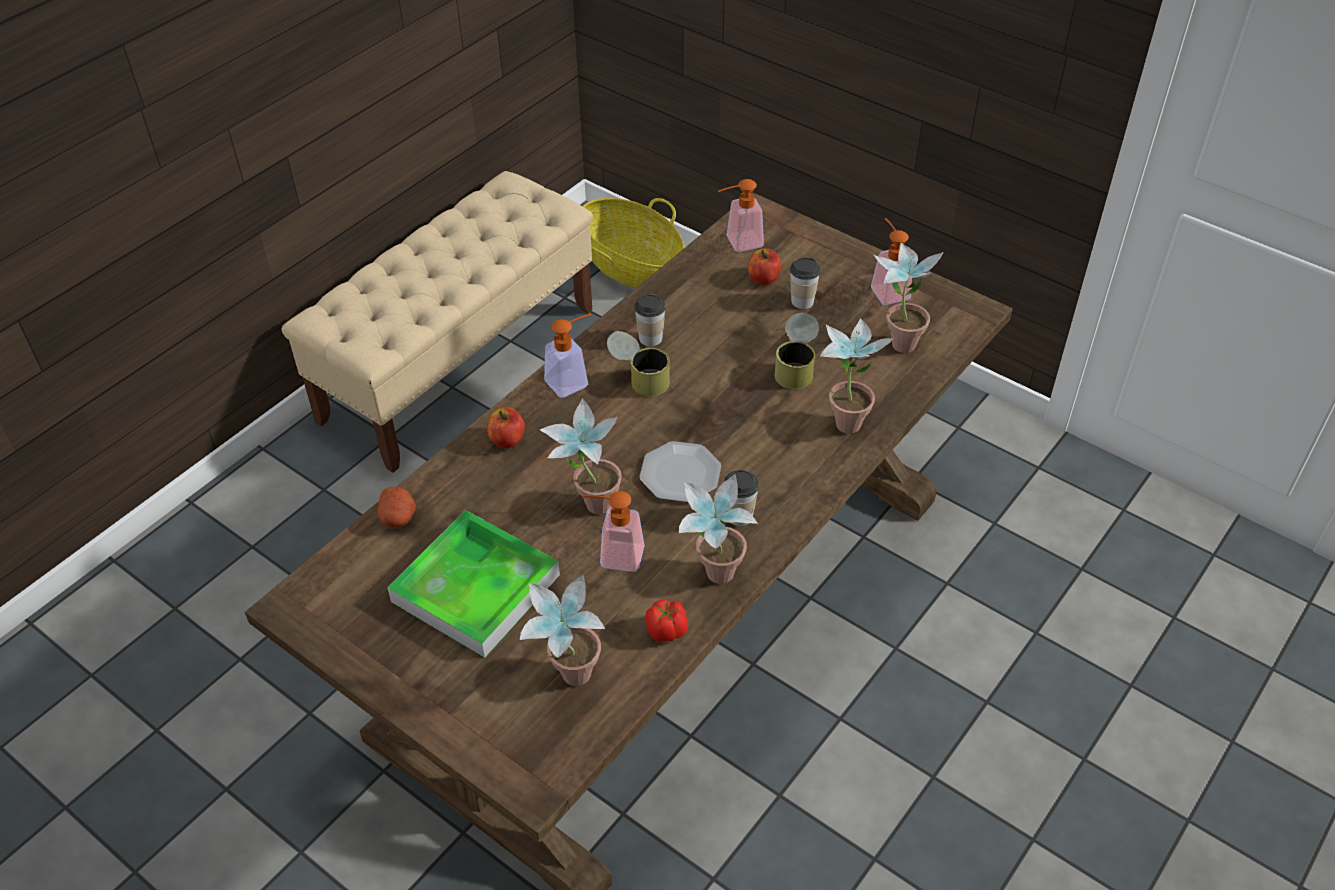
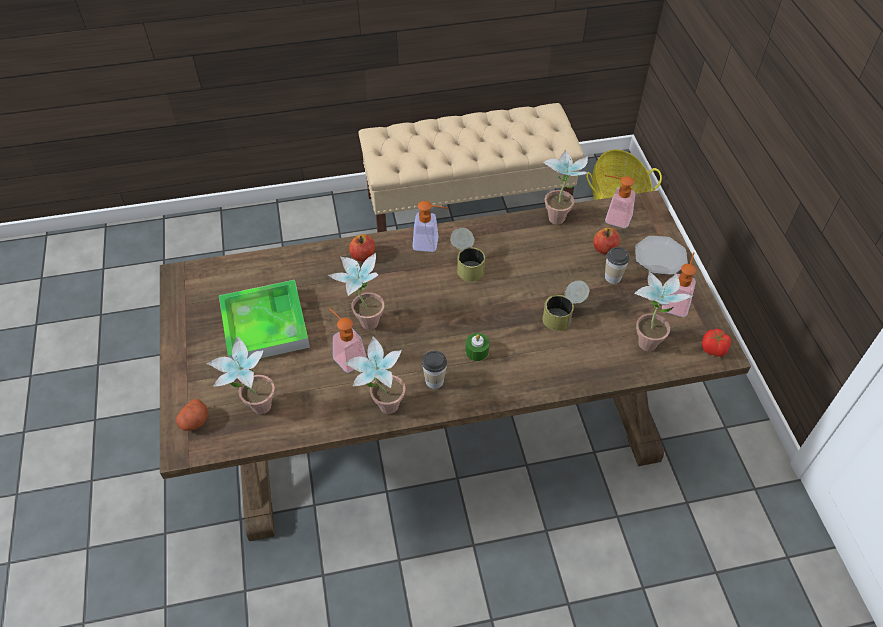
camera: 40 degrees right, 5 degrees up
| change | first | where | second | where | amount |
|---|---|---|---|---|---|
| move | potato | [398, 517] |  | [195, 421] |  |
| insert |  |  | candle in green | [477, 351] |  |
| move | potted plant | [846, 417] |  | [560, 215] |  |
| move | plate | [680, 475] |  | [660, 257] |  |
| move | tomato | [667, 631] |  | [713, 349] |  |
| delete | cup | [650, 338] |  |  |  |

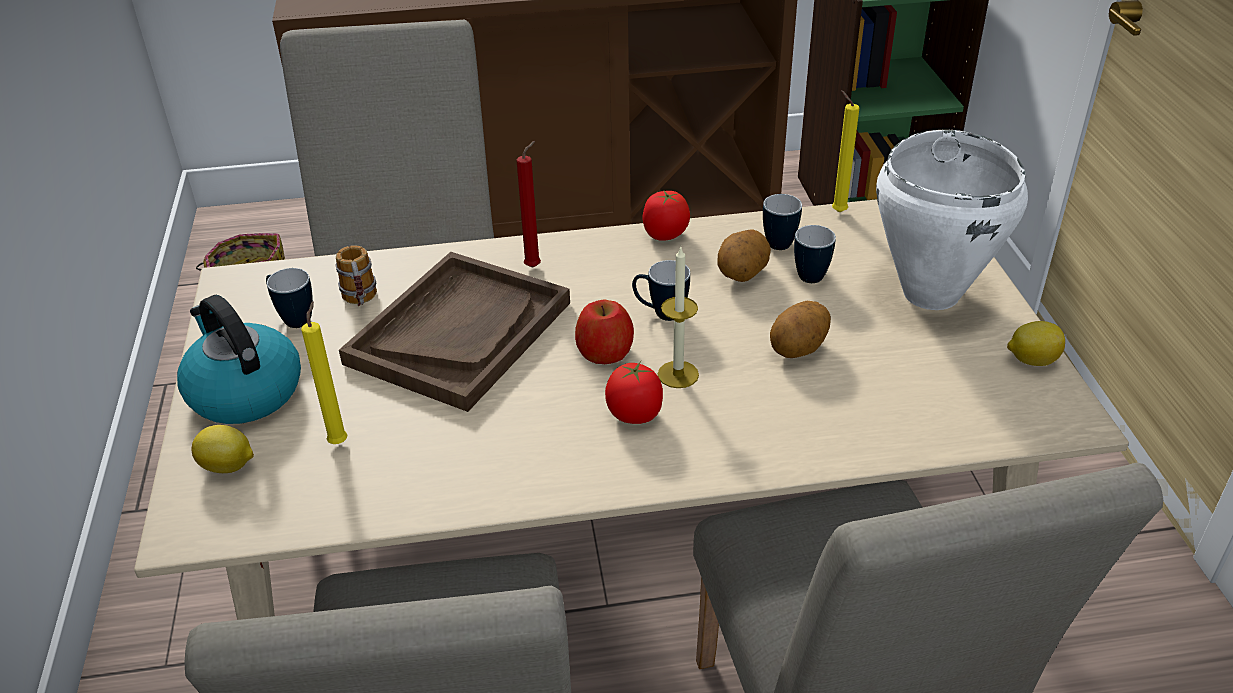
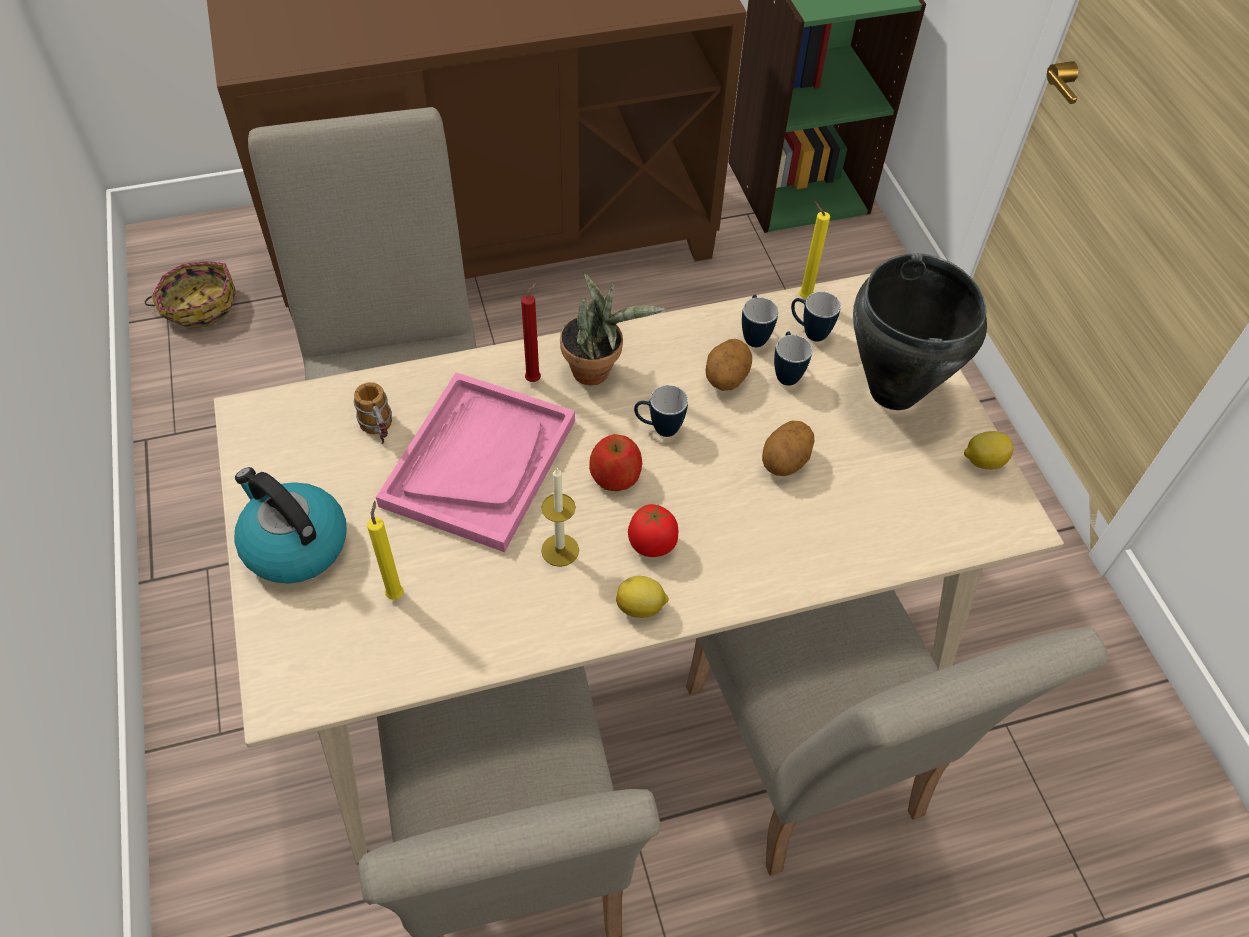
camera: 10 degrees left, 15 degrees up
| change | first | where | second | where | amount |
|---|---|---|---|---|---|
| recolor | tray in brown | [459, 332] | tray in pink | [479, 462] |  |
| move | candle | [678, 374] |  | [560, 550] |  |
| insert |  |  | potted plant | [597, 370] |  |
| move | lemon | [228, 467] |  | [641, 607] |  |
| move | mug | [292, 318] |  | [809, 332] |  |
| recolor | cooking pot in white | [929, 294] | cooking pot in black | [893, 392] |  |
| delete | tomato | [665, 234] |  |  |  |

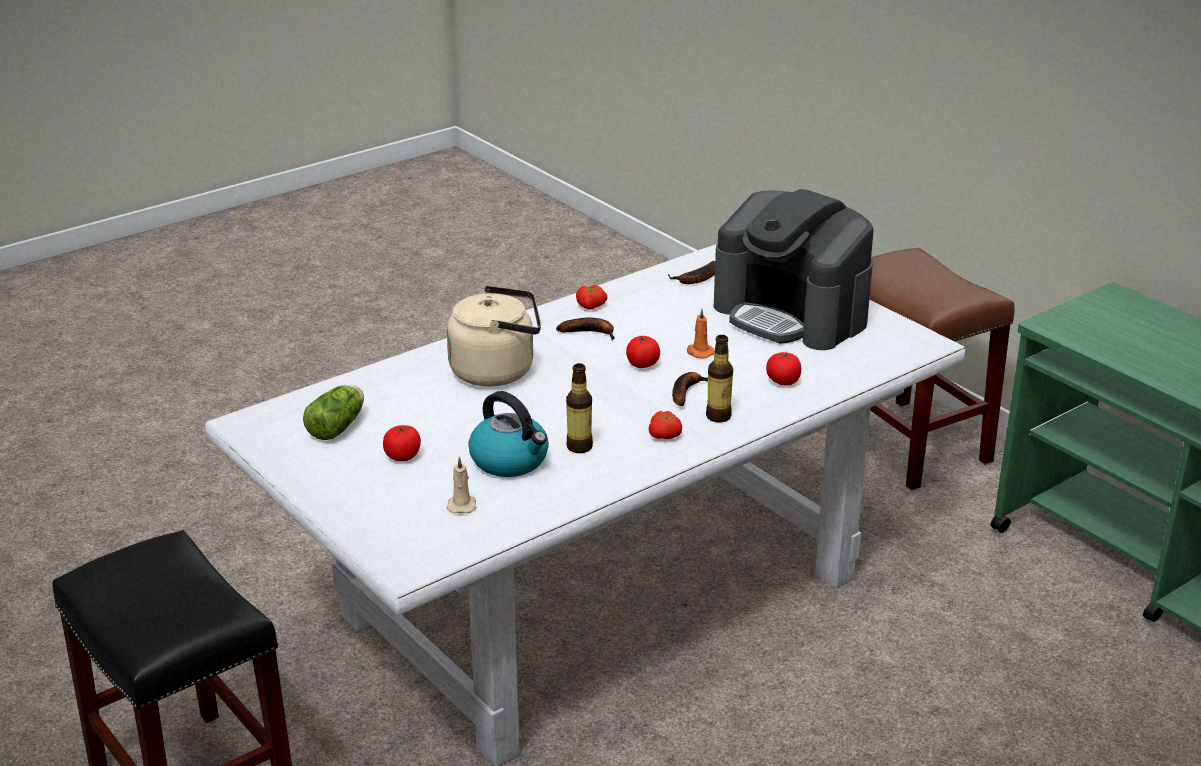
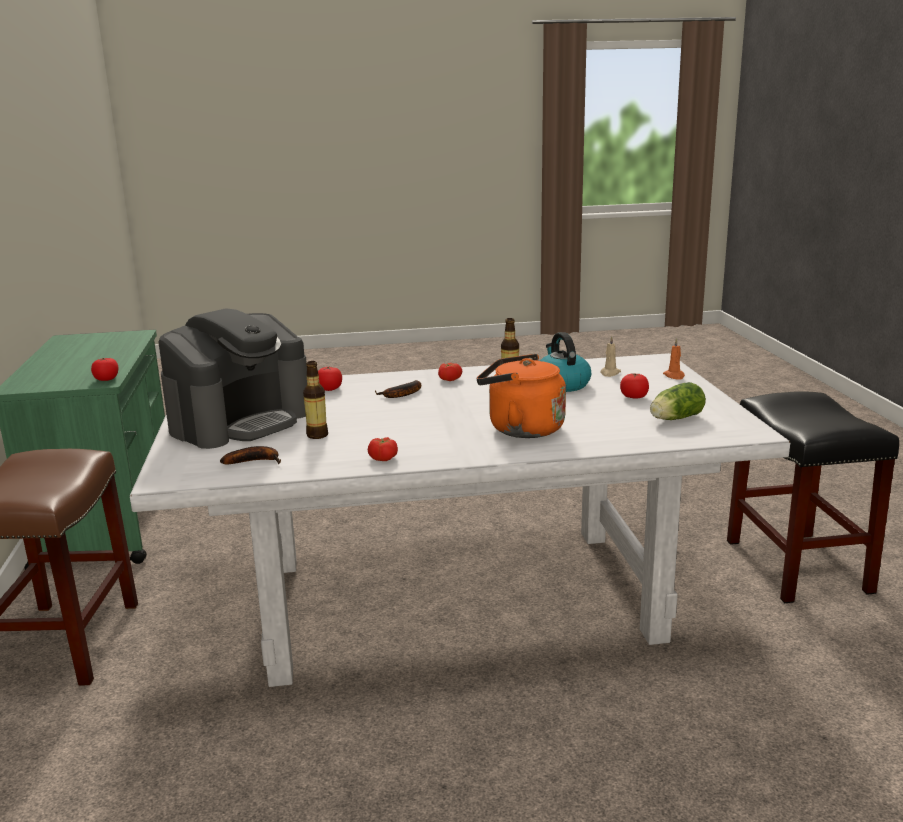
camera: 150 degrees left, 10 degrees down
| change | first | where | second | where | amount |
|---|---|---|---|---|---|
| move | tomato | [642, 364] |  | [106, 379] |  |
| rotate | coffee machine | [792, 314] |  | [240, 421] | 60 degrees clockwise |
| move | bottle | [718, 416] |  | [317, 435] |  |
| recolor | kettle in beige | [498, 371] | kettle in orange | [521, 429] |  |
| move | candle in orange | [699, 352] |  | [674, 376] |  |
| delete | banana | [590, 332] |  |  |  |

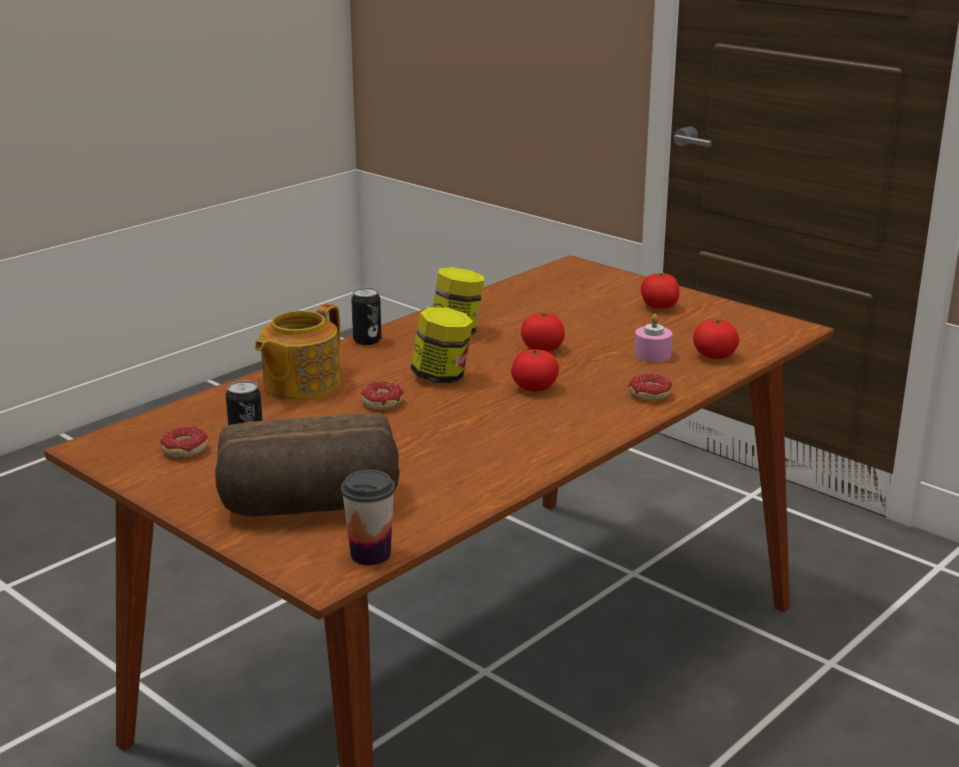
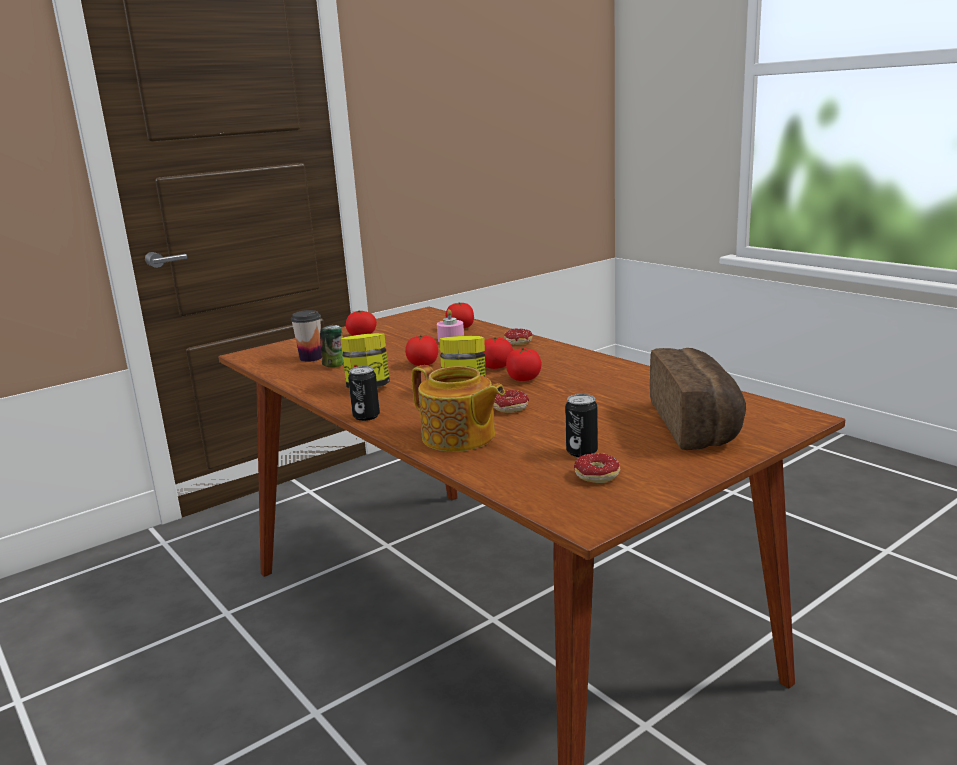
camera: 80 degrees left, 5 degrees down
| change | first | where | second | where | amount |
|---|---|---|---|---|---|
| move | cup | [370, 554] |  | [311, 358] |  |
| insert |  |  | can | [335, 365] |  |
| insert |  |  | tomato | [523, 379] |  |

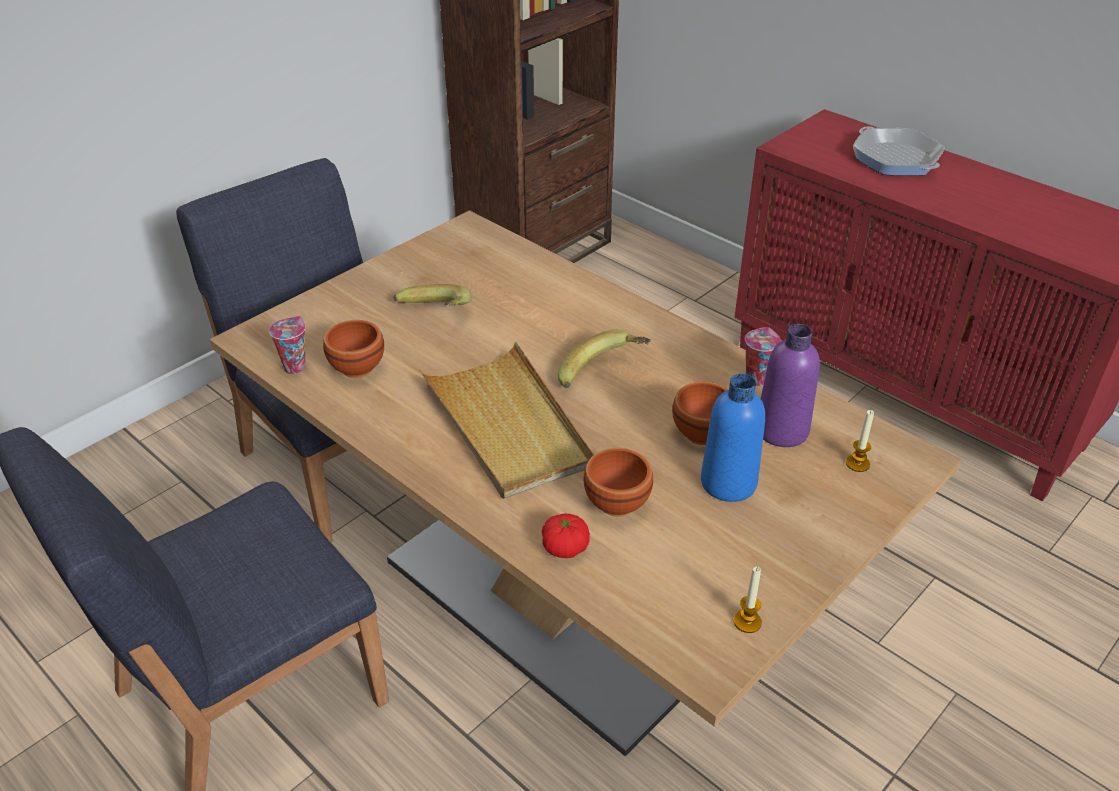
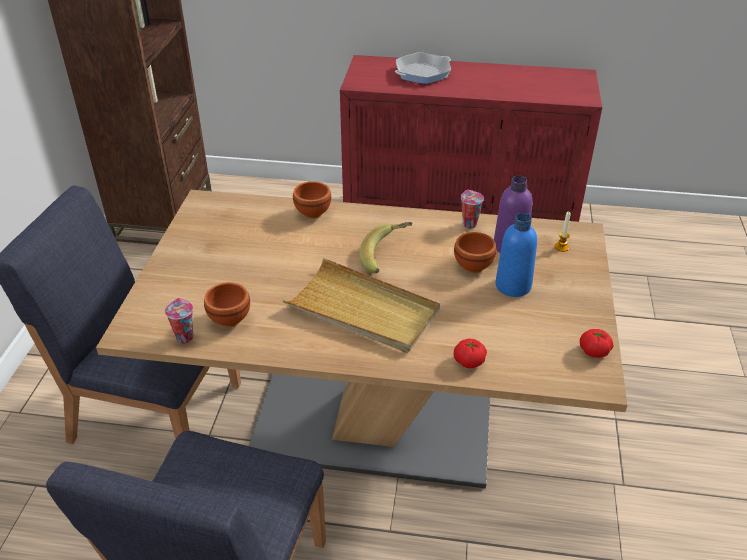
camera: 35 degrees left, 0 degrees up
| change | first | where | second | where | amount |
|---|---|---|---|---|---|
| move | bowl in brown | [618, 505] |  | [314, 213] |  |
| rotate | frying pan | [895, 159] |  | [422, 73] | 120 degrees clockwise |
| replace | candle | [747, 622] | tomato | [594, 351] |  |
| delete | banana | [433, 317] |  |  |  |

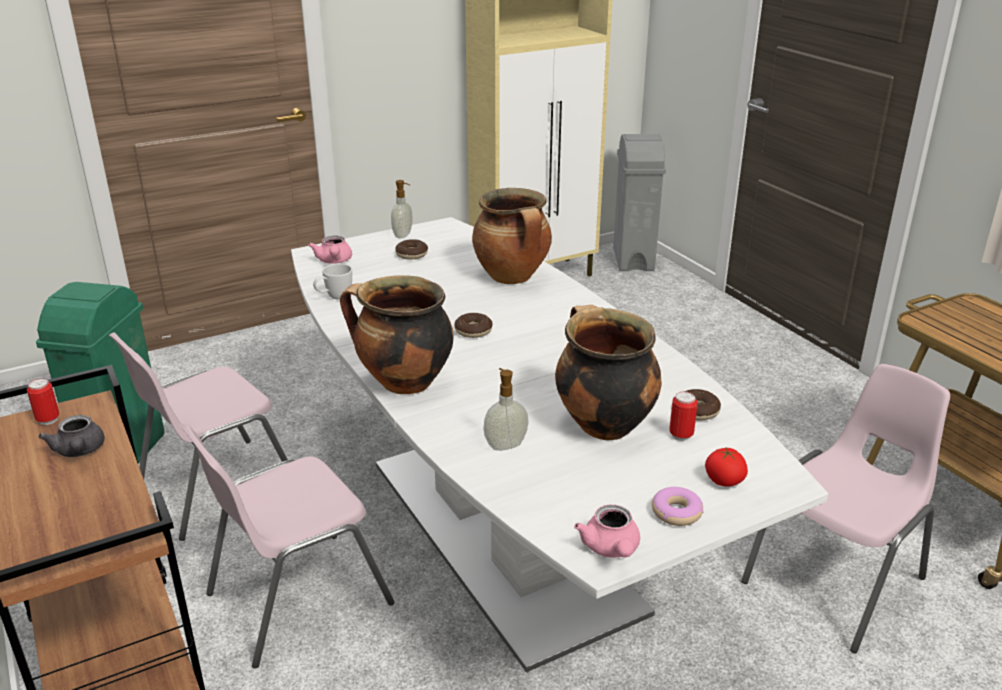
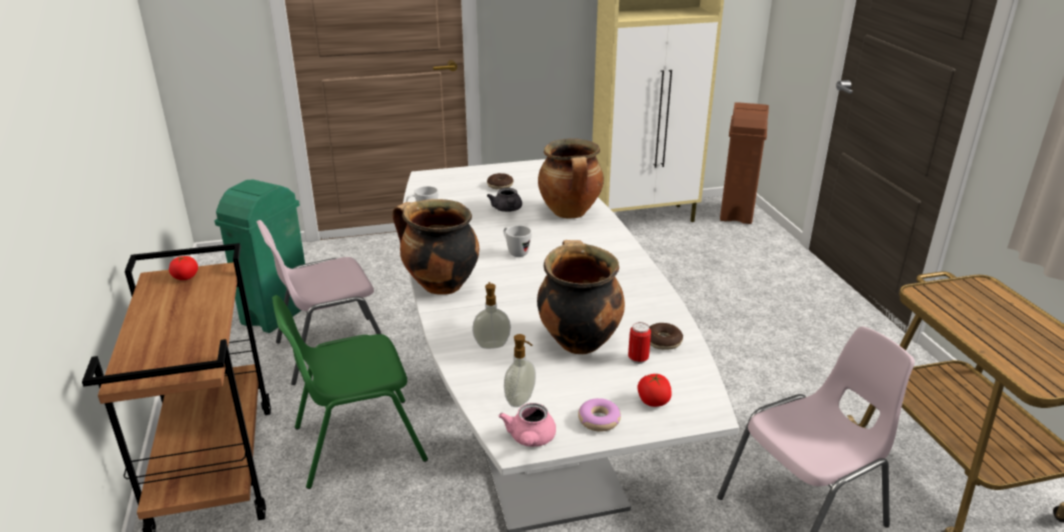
camera: 15 degrees right, 0 degrees up
| change | first | where | second | where | amount |
|---|---|---|---|---|---|
| replace | can | [48, 419] | tomato | [186, 277] |  |
| recolor | chair in pink | [295, 598] | chair in green | [357, 443] |  |
| move | teapot in grey | [79, 451] |  | [507, 210] |  |
| replace | donut | [473, 331] | mug in white | [515, 252] |  |
| move | soap dispenser | [403, 235] |  | [521, 400] |  |
| recolor | trash can in grey | [633, 260] | trash can in brown | [737, 212] |  |
| delete | teapot in pink | [334, 261] |  |  |  |

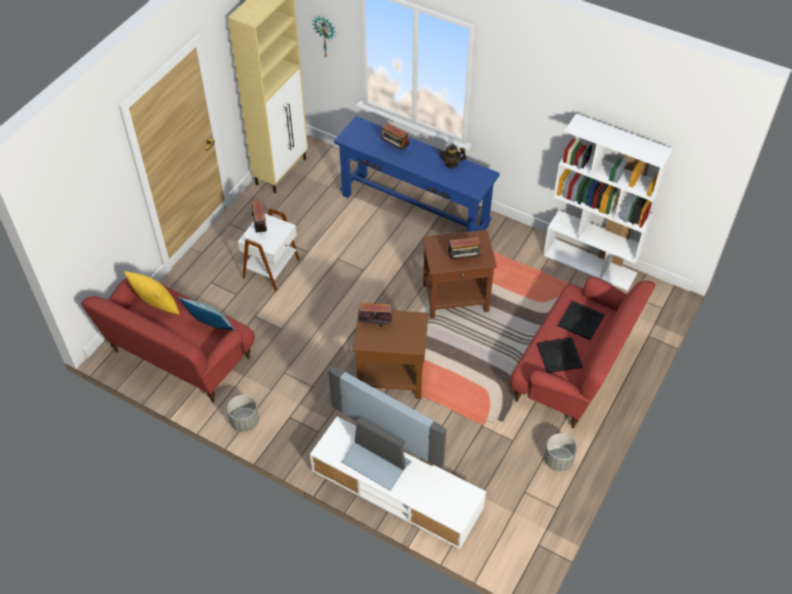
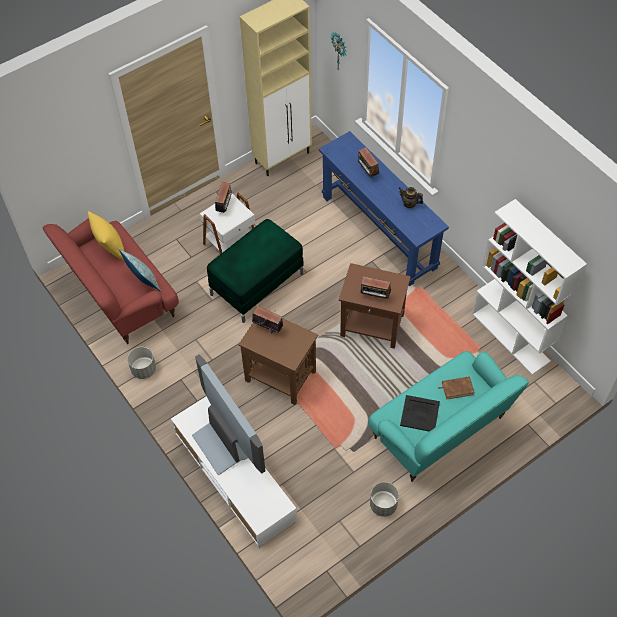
camera: 25 degrees right, 5 degrees up
| change | first | where | second | where | amount |
|---|---|---|---|---|---|
| insert |  |  | ottoman in green | [257, 284] |  |
| recolor | sofa in red | [573, 370] | sofa in turquoise | [440, 430] |  |
| replace | tray in black | [580, 320] | book in brown | [457, 388] |  |

